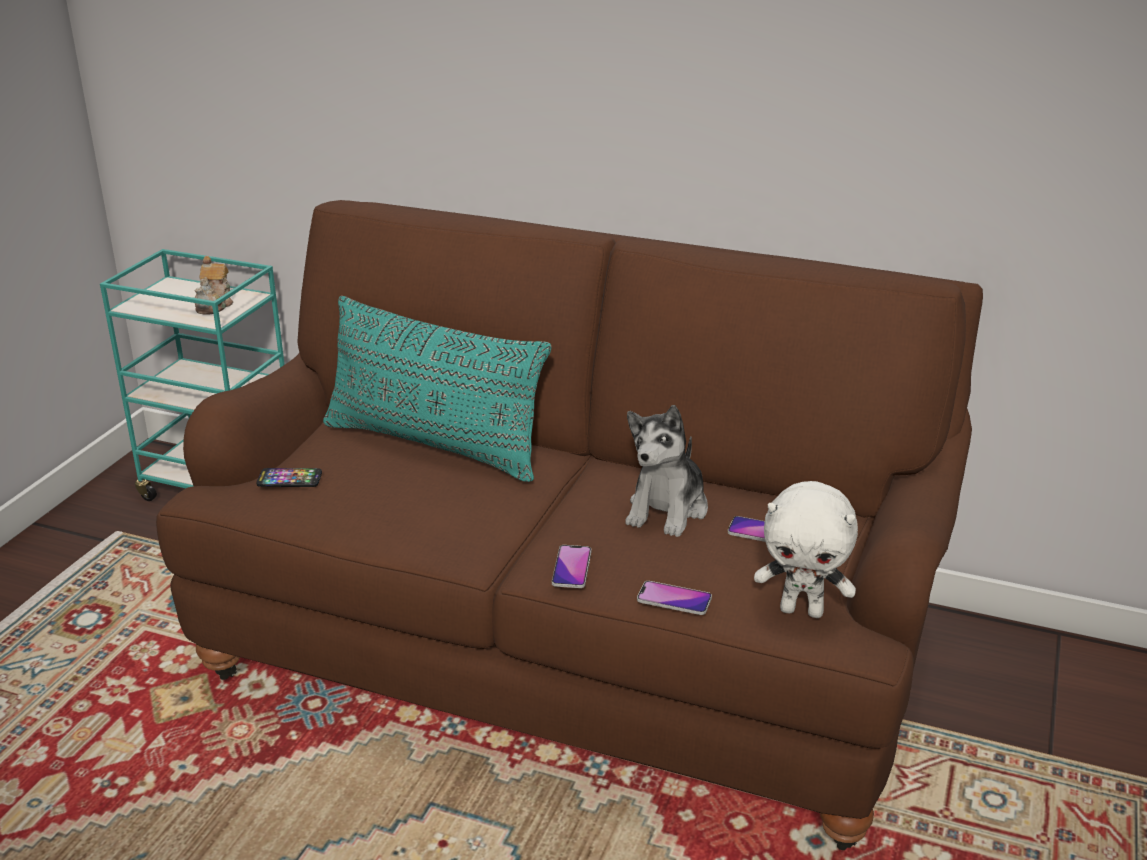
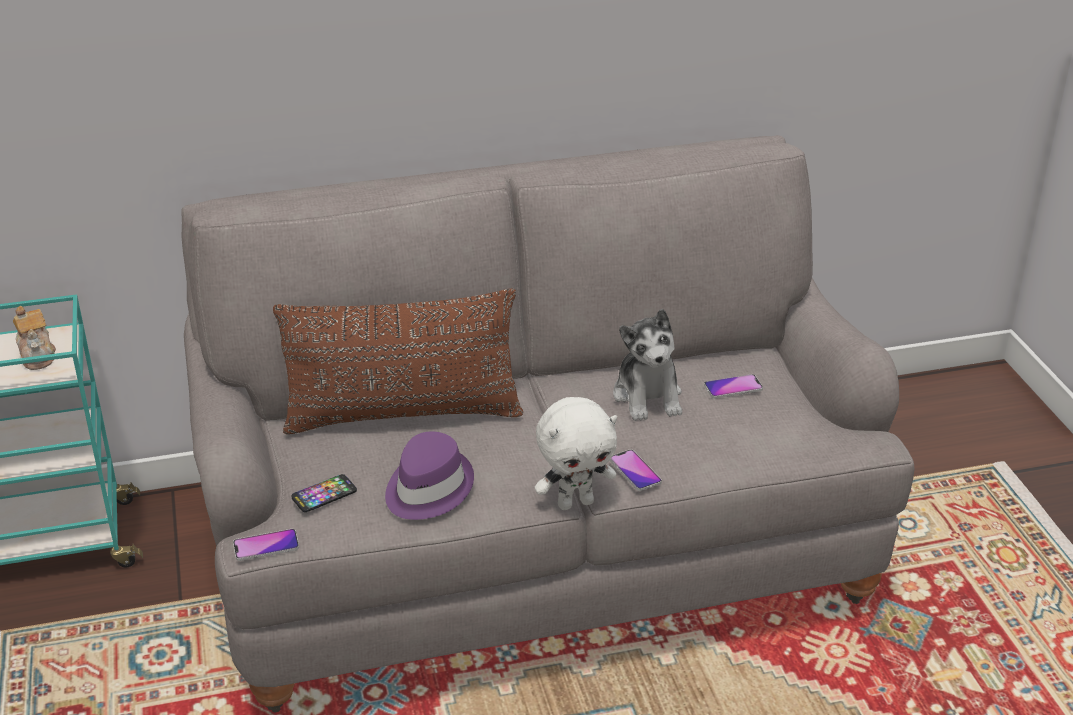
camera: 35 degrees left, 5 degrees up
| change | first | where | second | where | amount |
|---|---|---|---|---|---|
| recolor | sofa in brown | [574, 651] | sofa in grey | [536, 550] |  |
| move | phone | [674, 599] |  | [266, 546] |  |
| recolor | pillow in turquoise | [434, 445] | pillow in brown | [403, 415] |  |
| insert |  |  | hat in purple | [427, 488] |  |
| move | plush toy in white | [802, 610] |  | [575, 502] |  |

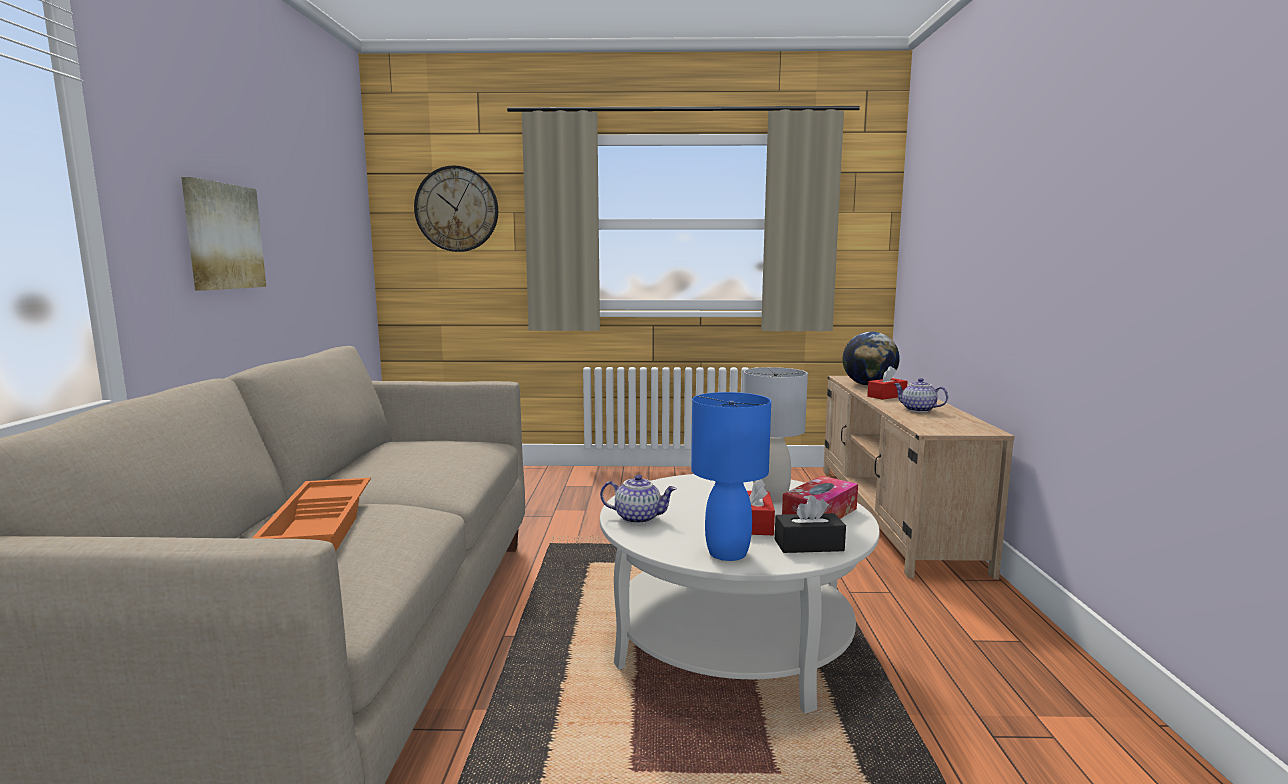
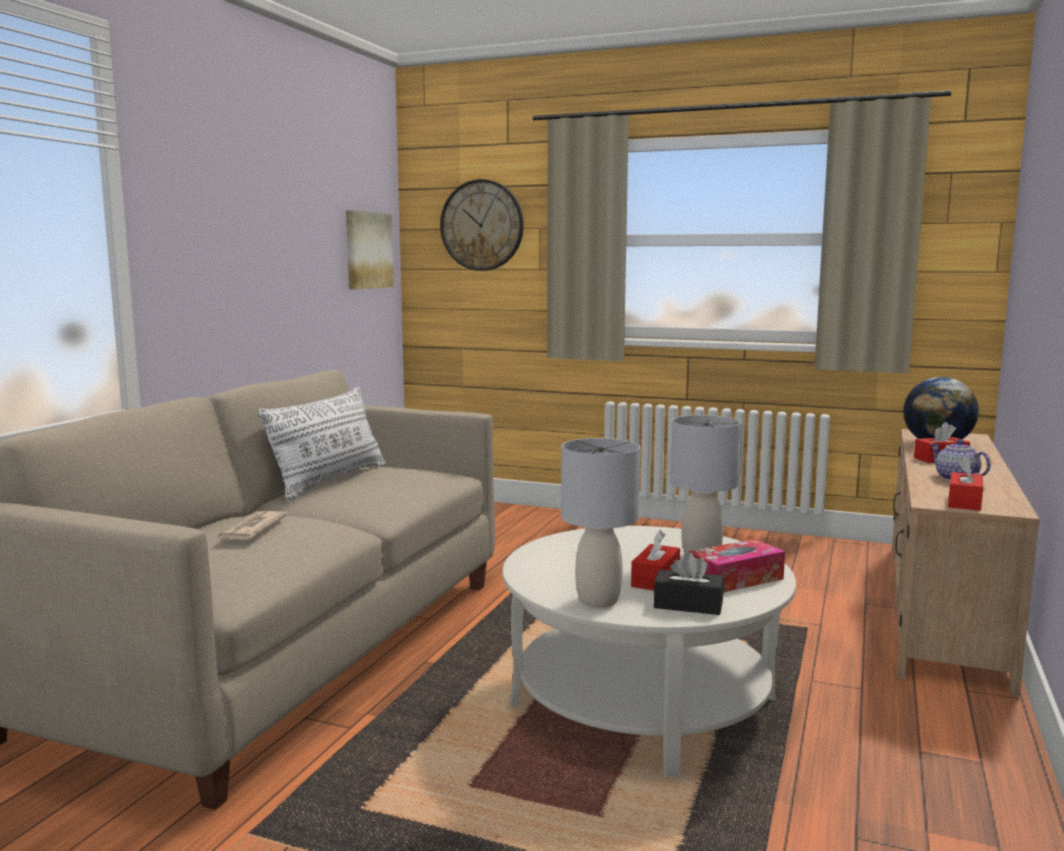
camera: 20 degrees right, 0 degrees up
| change | first | where | second | where | amount |
|---|---|---|---|---|---|
| replace | tray in orange | [322, 526] | newspaper | [250, 530] |  |
| insert |  |  | pillow in white | [330, 480] |  |
| move | picture | [222, 236] |  | [367, 250] |  |
| recolor | table lamp in blue | [726, 553] | table lamp in grey | [597, 600] |  |
| insert |  |  | tissue box in red | [964, 502] |  |
| delete | teapot | [638, 518] |  |  |  |

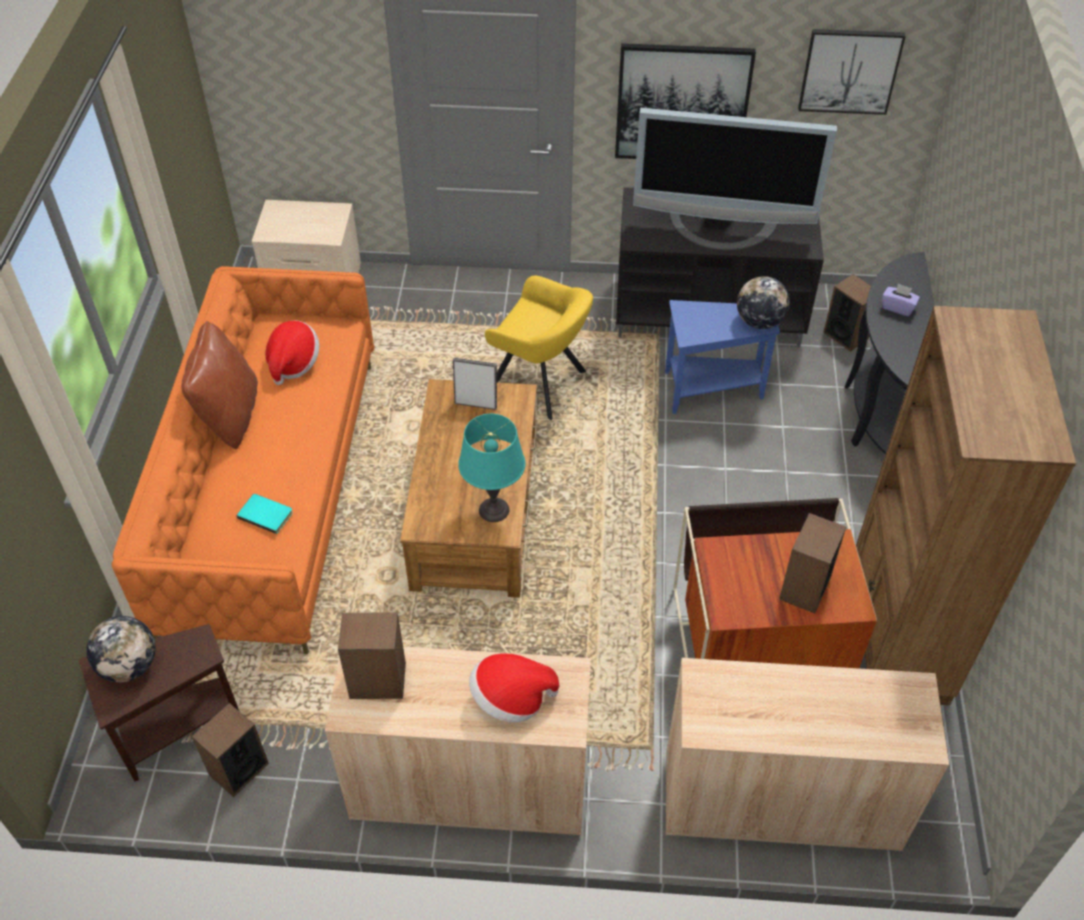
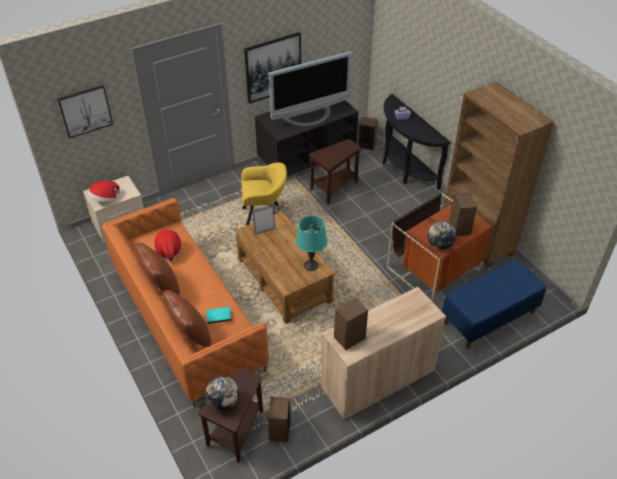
camera: 35 degrees left, 5 degrees down
| change | first | where | second | where | amount |
|---|---|---|---|---|---|
| move | picture | [850, 70] |  | [85, 111] |  |
| move | hat | [511, 698] |  | [105, 199] |  |
| insert |  |  | pillow in brown | [190, 334] |  |
| recolor | side table in blue | [709, 390] | side table in brown | [334, 189] |  |
| move | globe | [759, 321] |  | [439, 245] |  |
| replace | cabinet in beige | [780, 800] | bench in blue | [488, 318] |  |

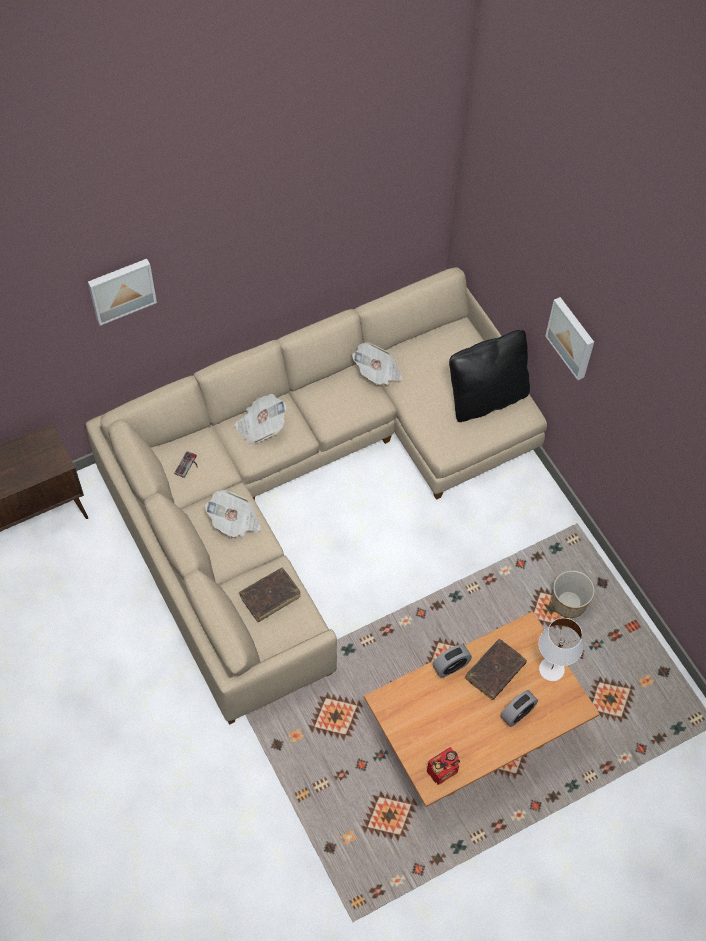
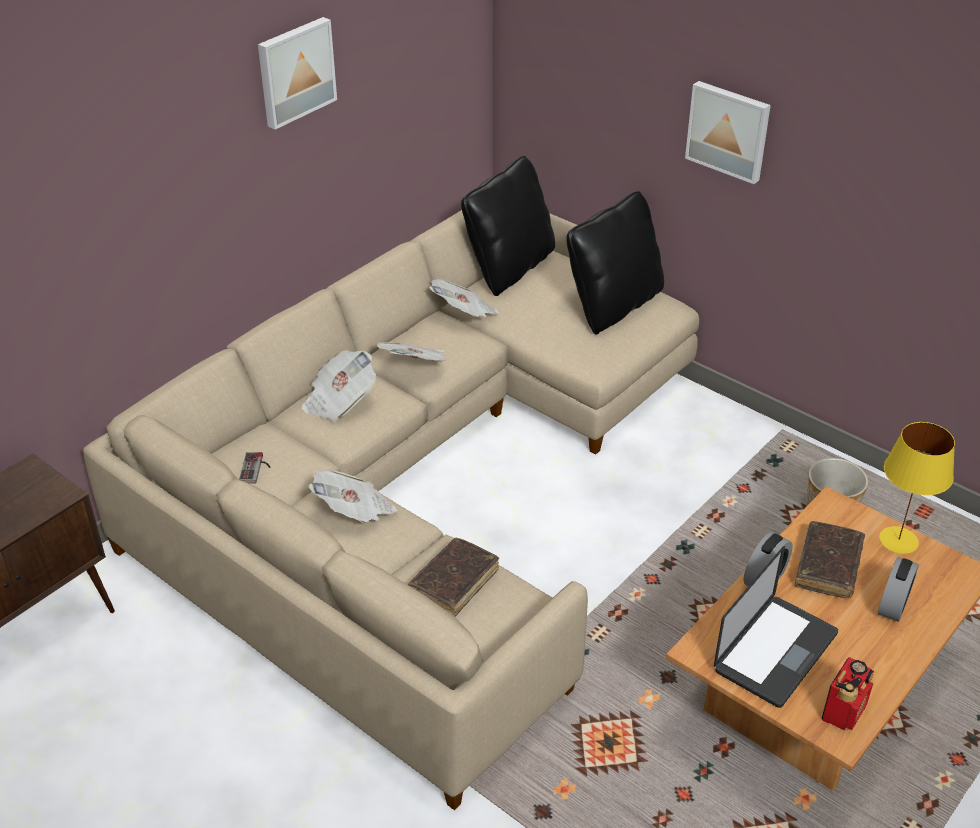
camera: 20 degrees left, 20 degrees down
| change | first | where | second | where | amount |
|---|---|---|---|---|---|
| move | picture | [121, 289] |  | [295, 71] |  |
| insert |  |  | newspaper | [416, 366] |  |
| insert |  |  | pillow in black | [509, 268] |  |
| insert |  |  | laptop | [775, 652] |  |
| recolor | table lamp in white | [551, 669] | table lamp in yellow | [899, 540] |  |

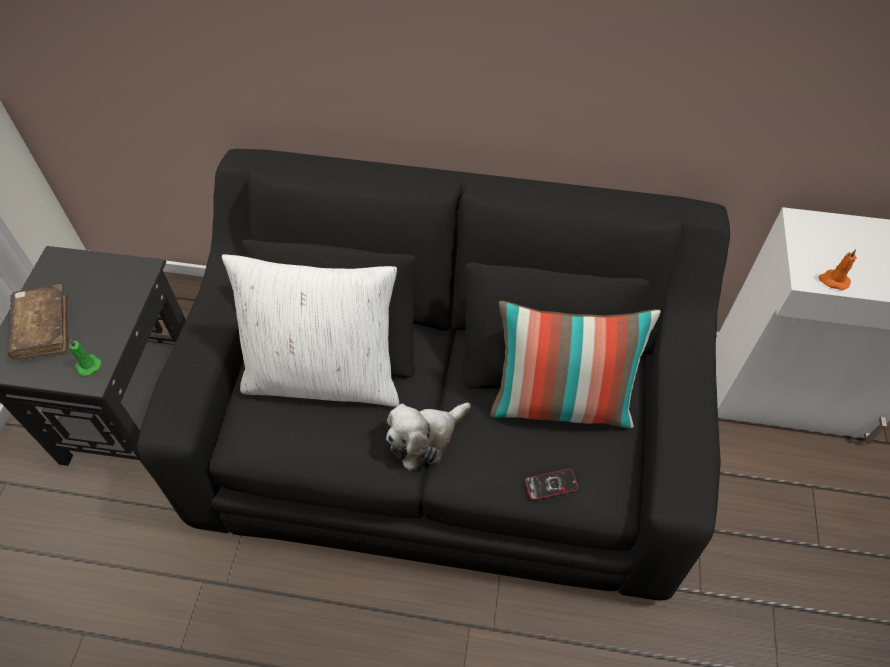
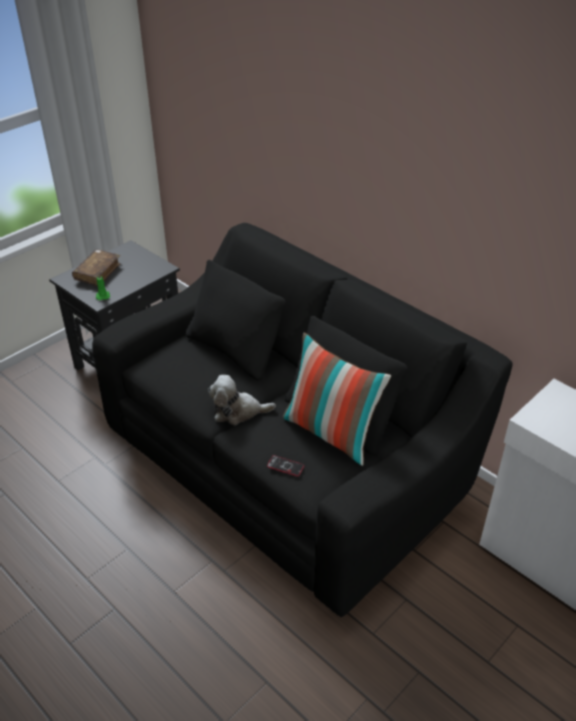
camera: 35 degrees right, 15 degrees down
| change | first | where | second | where | amount |
|---|---|---|---|---|---|
| delete | pillow in white | [324, 376] |  |  |  |
| delete | candle in orange | [833, 280] |  |  |  |

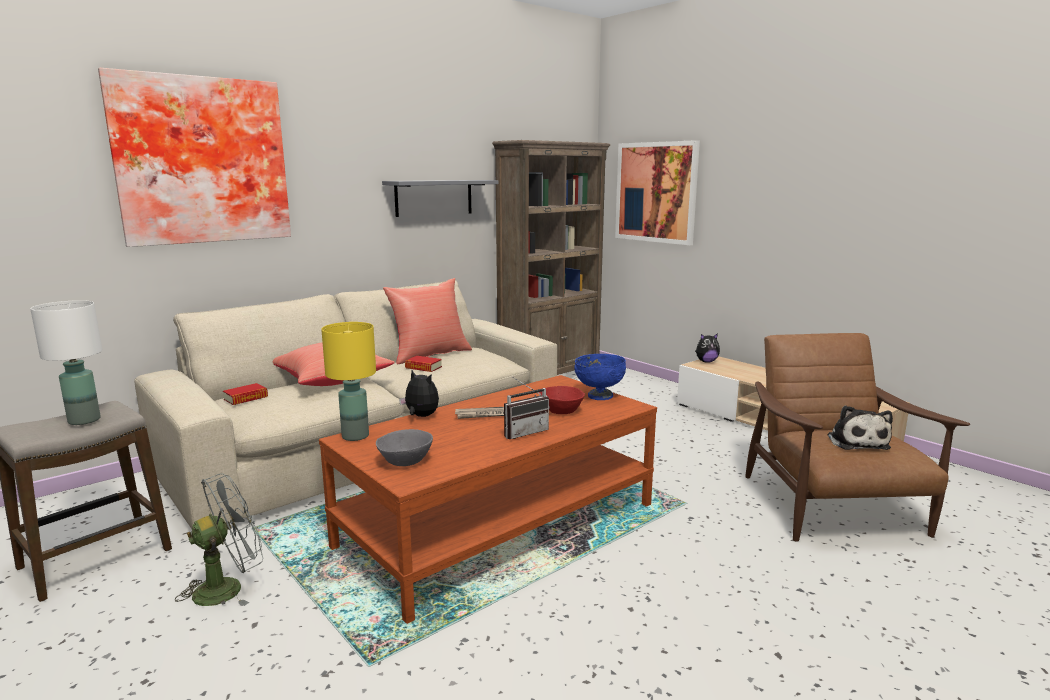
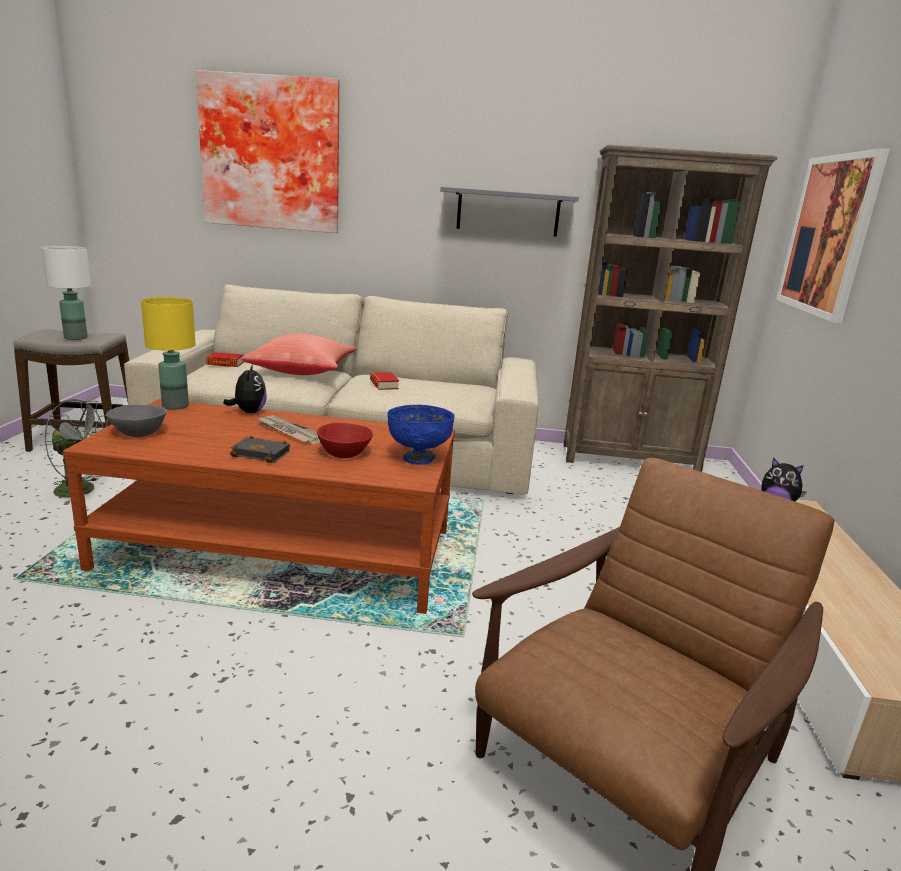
camera: 45 degrees right, 5 degrees up
| change | first | where | second | where | amount |
|---|---|---|---|---|---|
| replace | radio | [524, 432] | book in black | [263, 453] |  |
| delete | pillow in red | [429, 354] |  |  |  |
| delete | plush toy | [856, 441] |  |  |  |

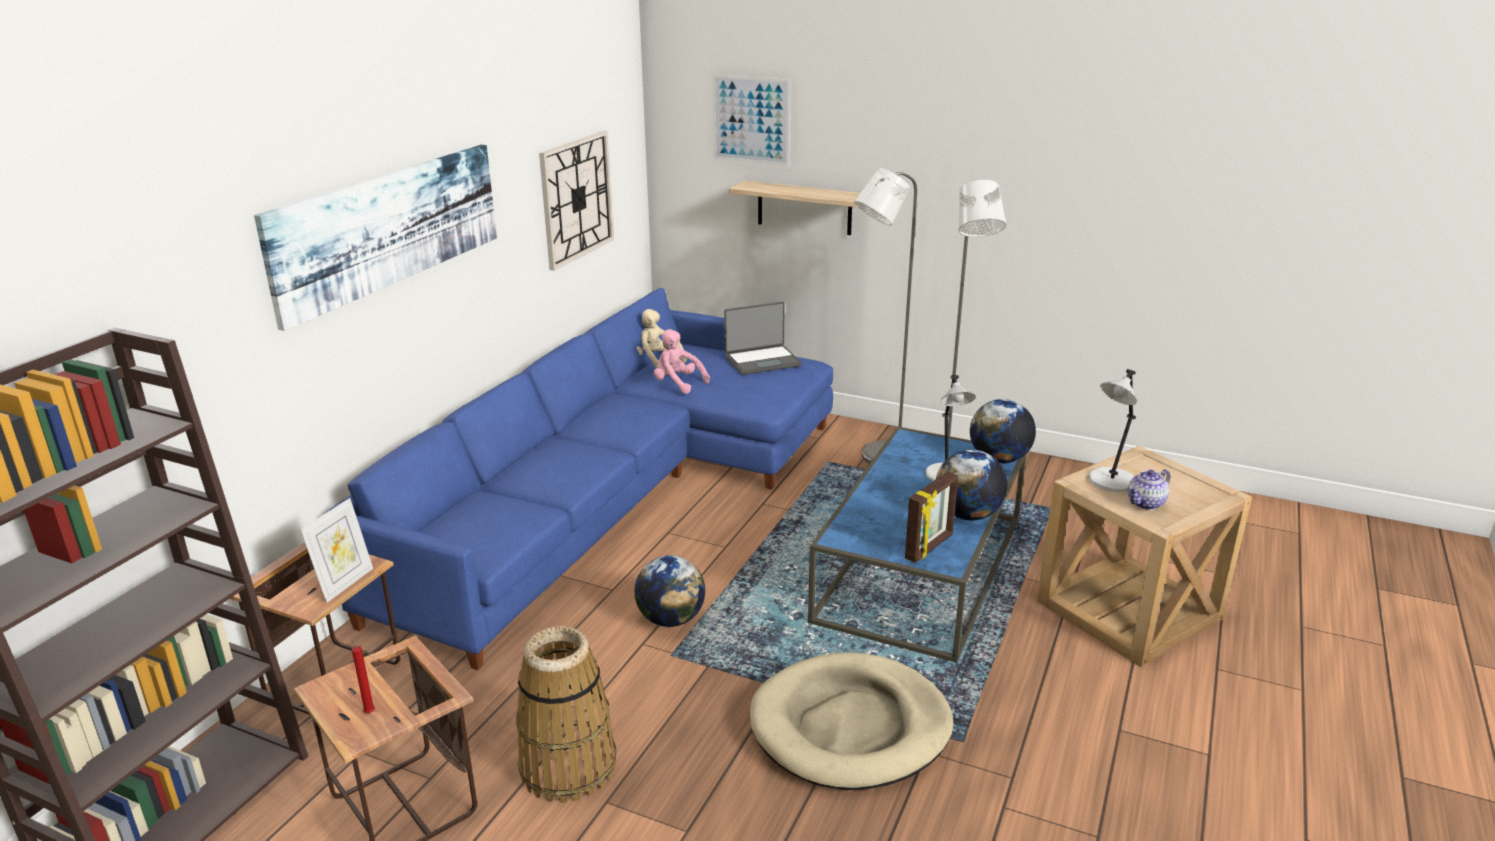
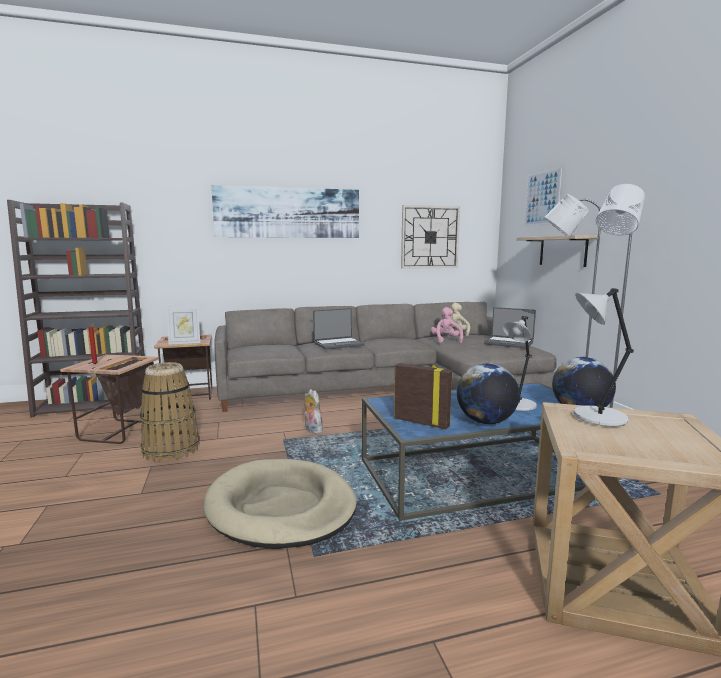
camera: 50 degrees right, 15 degrees down
| change | first | where | second | where | amount |
|---|---|---|---|---|---|
| recolor | sofa in blue | [619, 492] | sofa in grey | [391, 389] |  |
| replace | globe | [671, 619] | plush toy | [312, 430] |  |
| insert |  |  | laptop | [338, 344] |  |
| rotate | picture frame | [930, 547] |  | [421, 422] | 150 degrees counterclockwise |
| delete | teapot | [1146, 503] |  |  |  |

